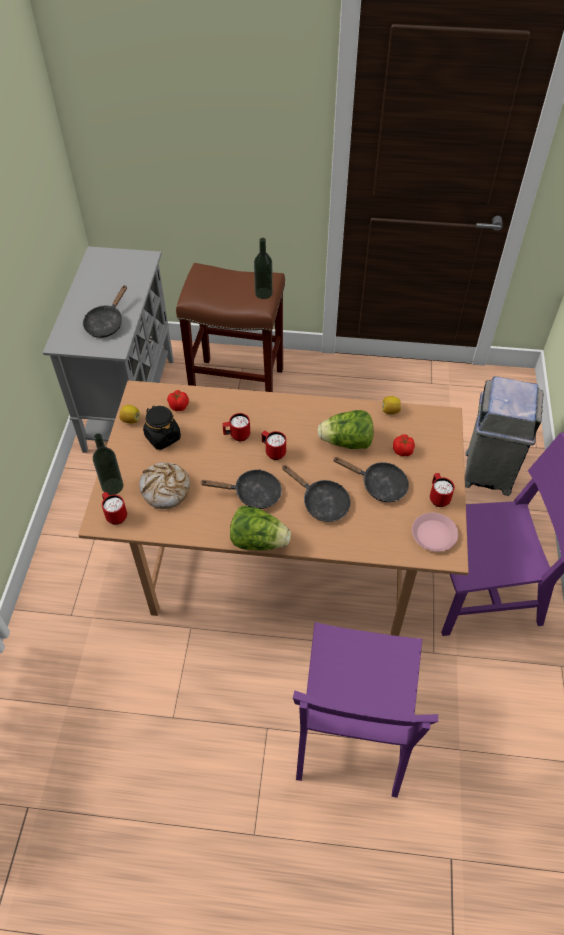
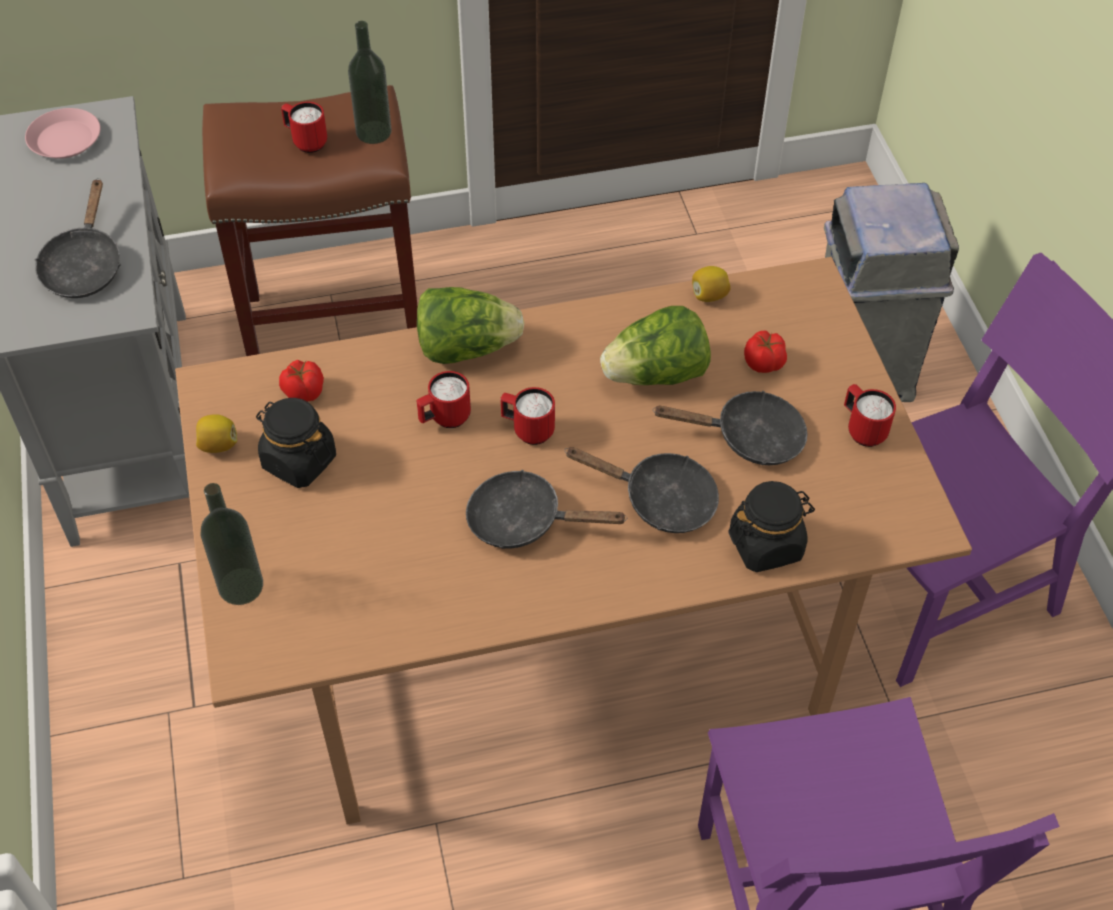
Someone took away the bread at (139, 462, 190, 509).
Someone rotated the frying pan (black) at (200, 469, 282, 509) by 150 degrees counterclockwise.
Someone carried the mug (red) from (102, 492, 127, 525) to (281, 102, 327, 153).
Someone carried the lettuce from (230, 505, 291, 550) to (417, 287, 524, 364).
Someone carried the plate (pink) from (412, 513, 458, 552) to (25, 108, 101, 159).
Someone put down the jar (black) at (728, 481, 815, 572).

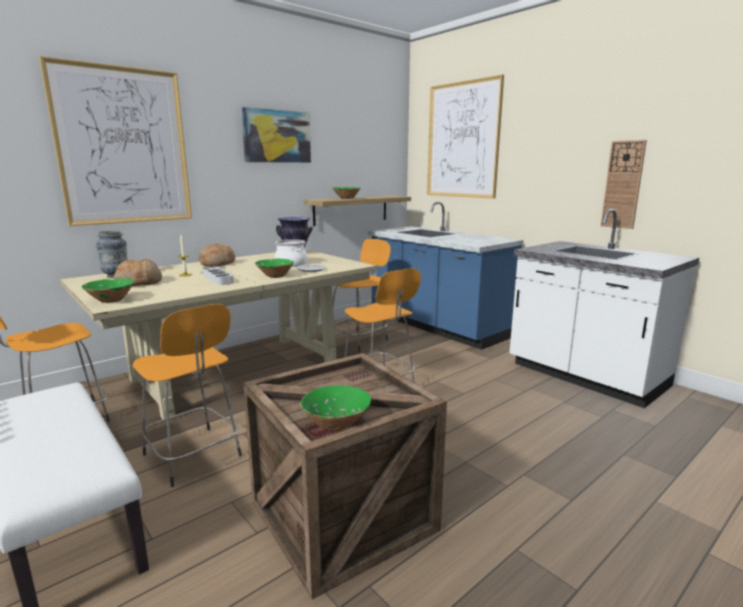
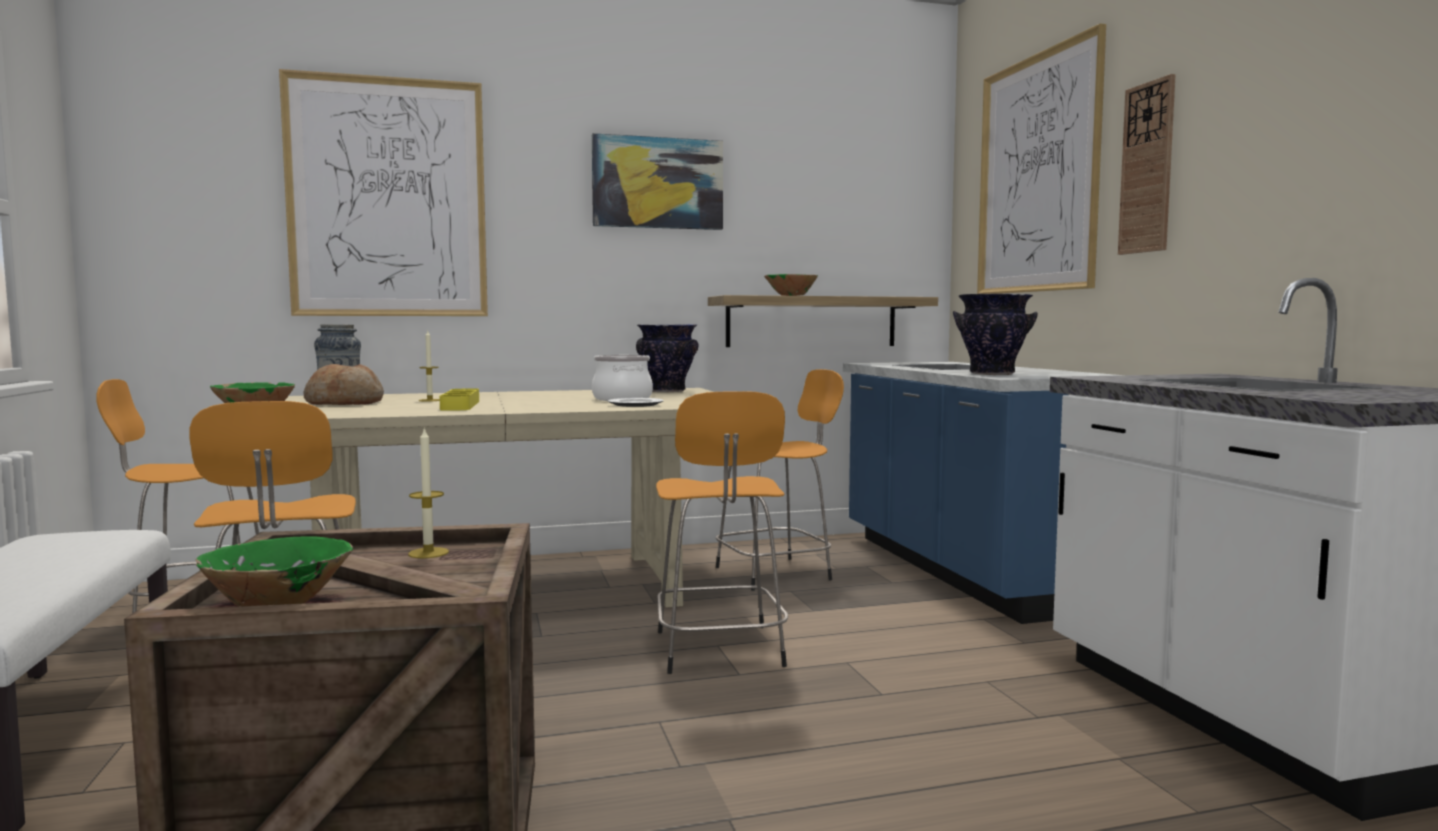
Someone carried the wall clock from (601, 140, 647, 229) to (1118, 74, 1176, 255).
Someone took away the bread at (198, 243, 235, 267).
Someone took away the bowl (green) at (255, 259, 294, 278).
Someone repainted the tray (grey) at (202, 266, 234, 285), which became the tray (yellow) at (439, 389, 479, 411).
Someone put down the vase at (953, 294, 1038, 375).
Someone put down the candle at (408, 427, 449, 558).

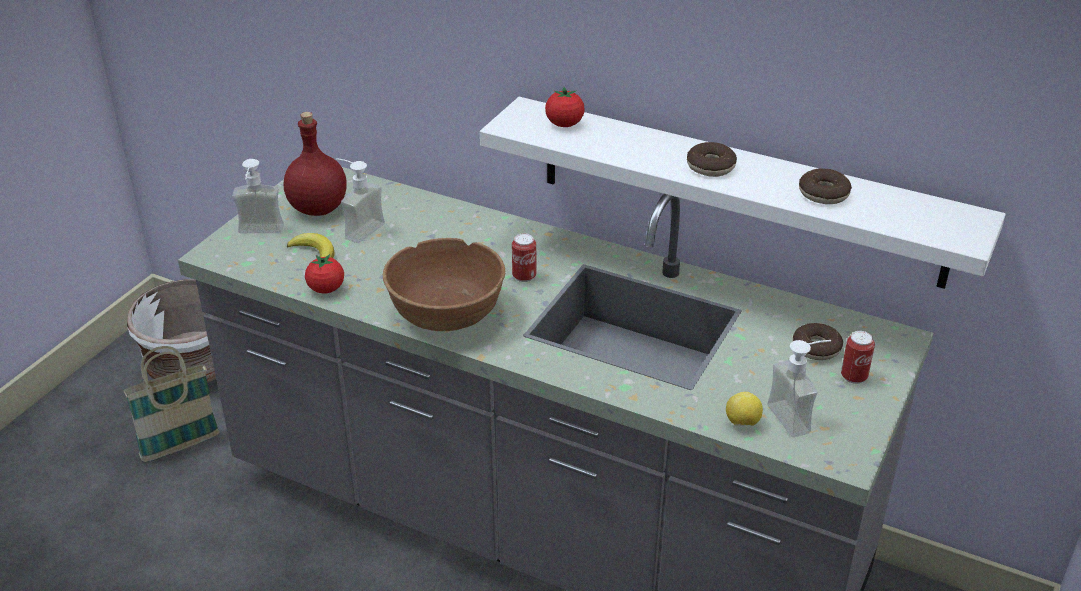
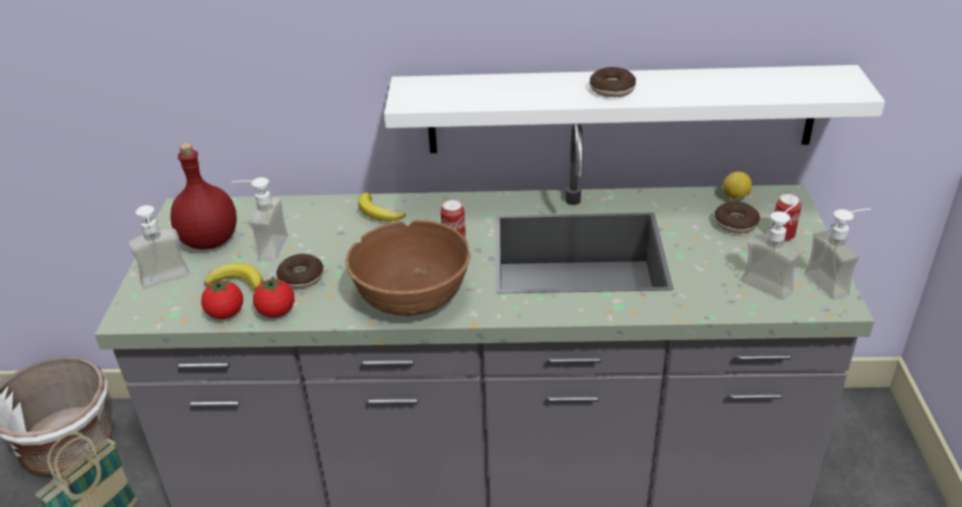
Someone carried the tomato from (545, 87, 585, 127) to (201, 278, 243, 319).
Someone carried the donut from (799, 168, 852, 204) to (276, 254, 323, 288).
Someone carried the lemon from (726, 392, 763, 426) to (722, 172, 752, 199).
Someone put down the banana at (358, 192, 406, 222).
Someone put down the soap dispenser at (805, 209, 871, 300).

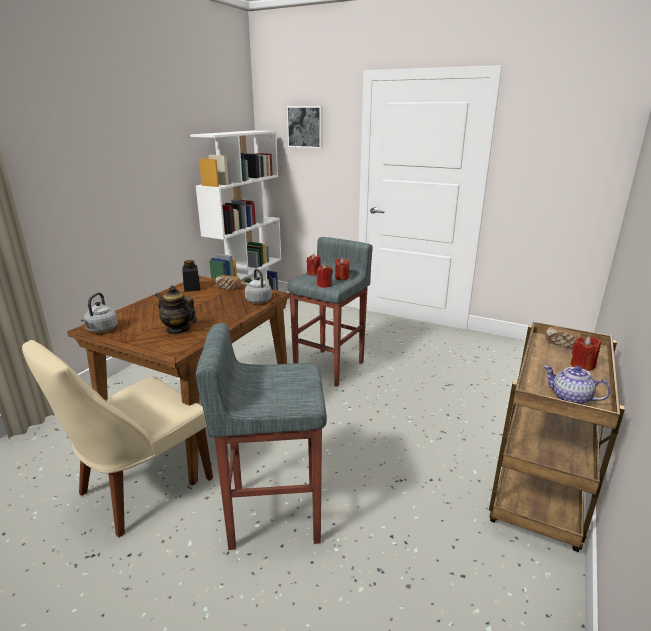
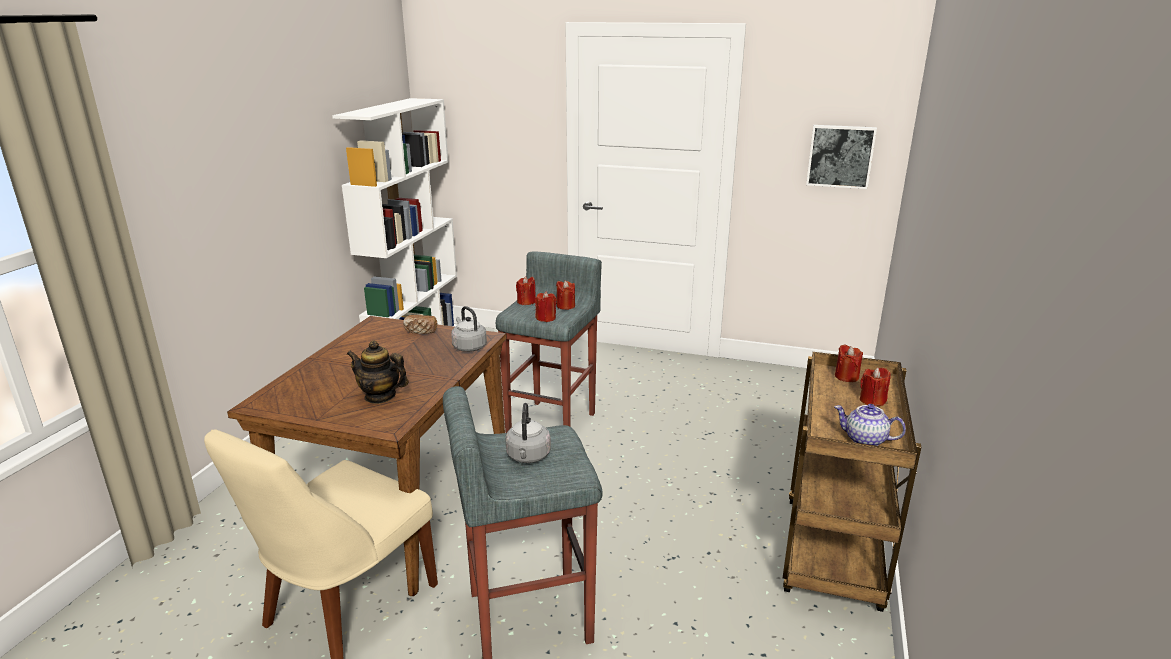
Someone carried the picture from (287, 106, 323, 148) to (806, 125, 877, 189).
Someone took away the jar (black) at (182, 260, 200, 292).
Someone carried the kettle (grey) from (81, 292, 118, 333) to (505, 403, 551, 463).
Someone swapped the bread at (545, 326, 581, 348) for the candle (red) at (835, 344, 863, 382).

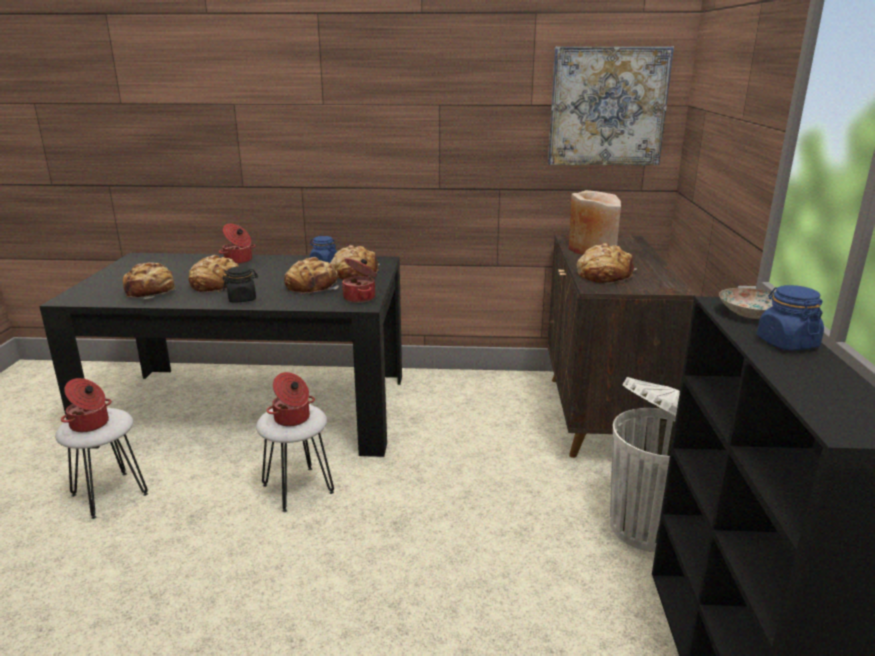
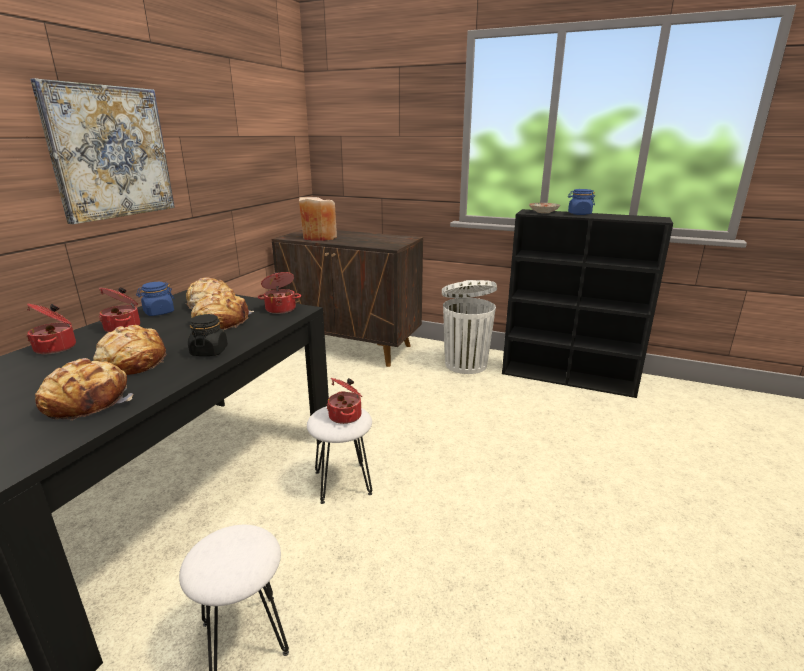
Someone carried the picture from (548, 47, 674, 166) to (30, 78, 175, 224).
Someone took away the bread at (577, 243, 637, 283).
Someone carried the cooking pot from (61, 378, 112, 432) to (98, 287, 140, 332).

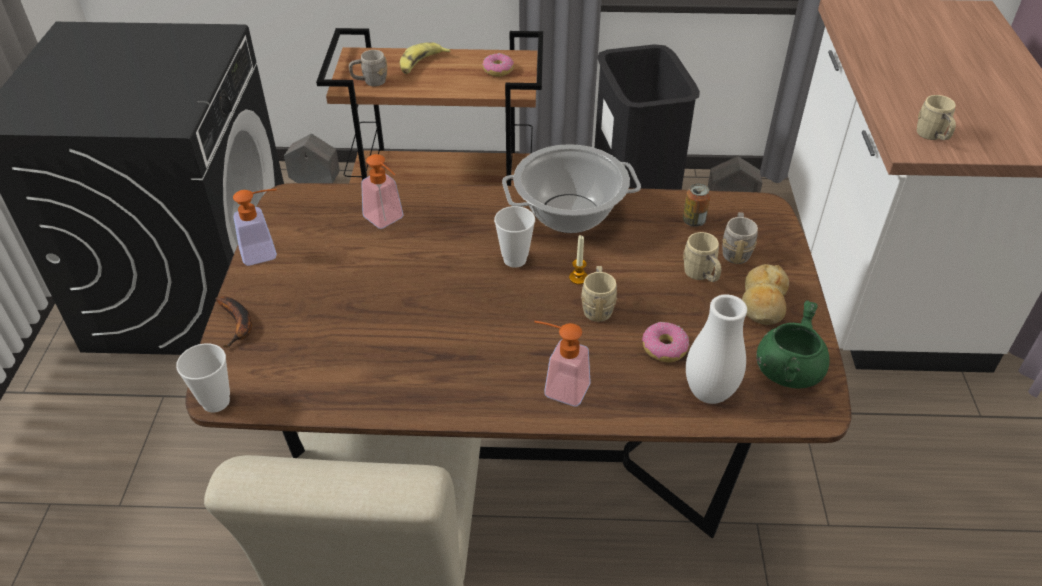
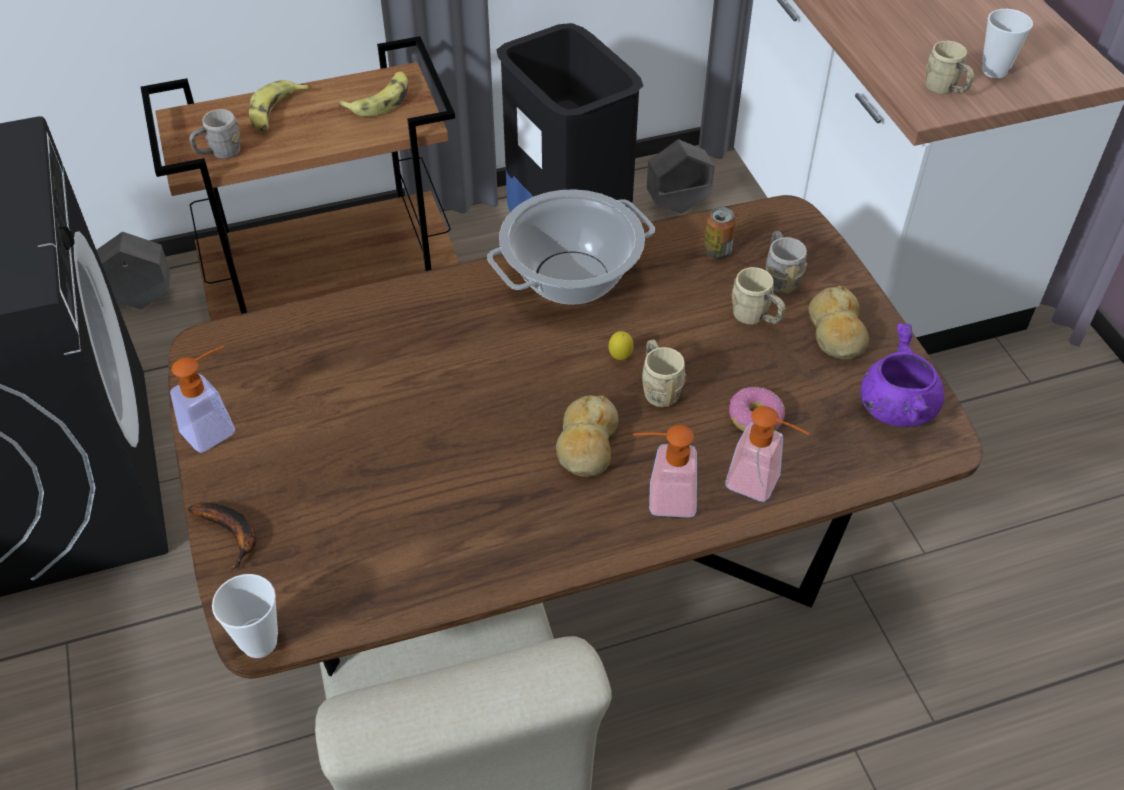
Someone swapped the donut at (482, 53, 514, 77) for the banana at (339, 71, 408, 116).
Someone carried the soap dispenser from (361, 154, 403, 229) to (725, 406, 809, 502).
Someone carried the cup from (494, 206, 535, 268) to (982, 9, 1033, 78).
Someone swapped the candle at (569, 235, 588, 284) for the lemon at (608, 331, 633, 360).
Someone took away the vase (white) at (686, 294, 747, 404).
Someone repainted the cooking pot (green) at (756, 300, 830, 389), which became the cooking pot (purple) at (860, 323, 944, 427).
Someone put down the bread at (556, 395, 619, 477).

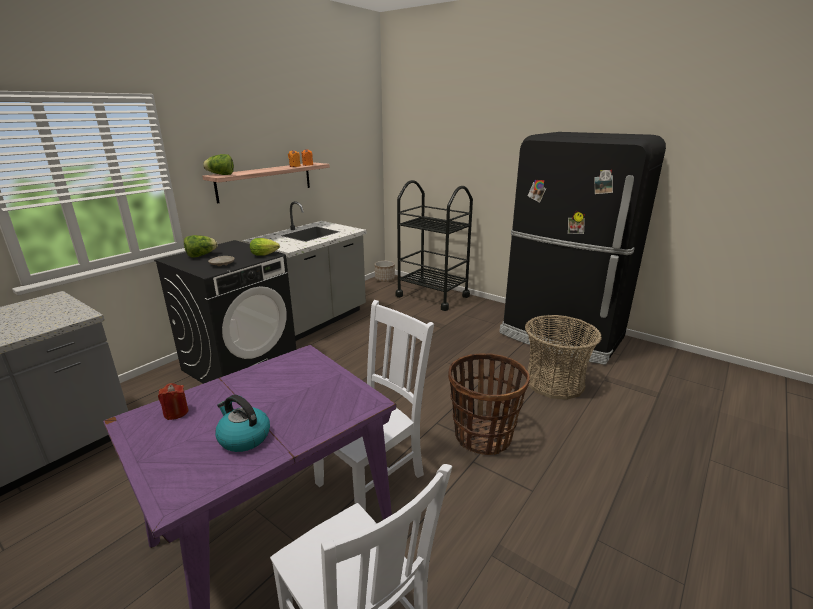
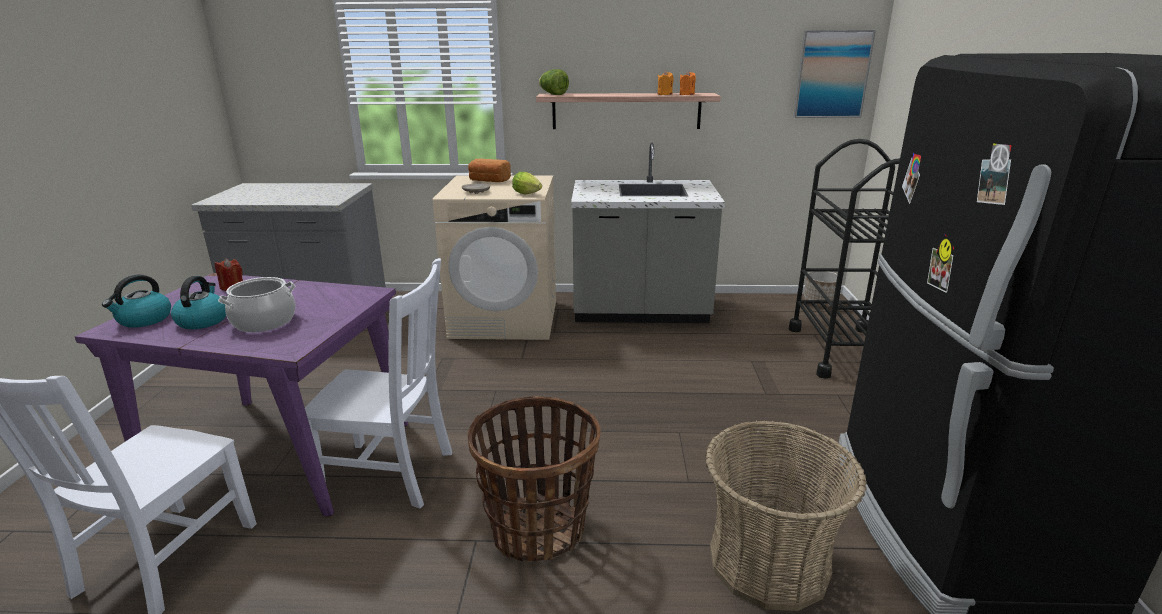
Someone swapped the lettuce at (184, 235, 218, 257) for the bread at (468, 159, 511, 182).
Someone repainted the washing machine (black) at (154, 240, 297, 384), which became the washing machine (beige) at (433, 176, 556, 340).
Someone put up the picture at (793, 30, 876, 118).
Someone put down the kettle at (102, 274, 171, 328).
Someone put down the cooking pot at (218, 277, 296, 332).

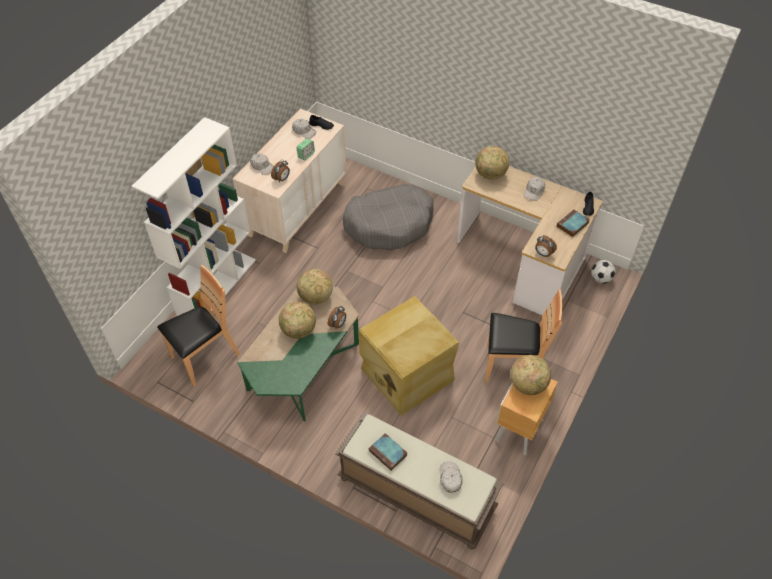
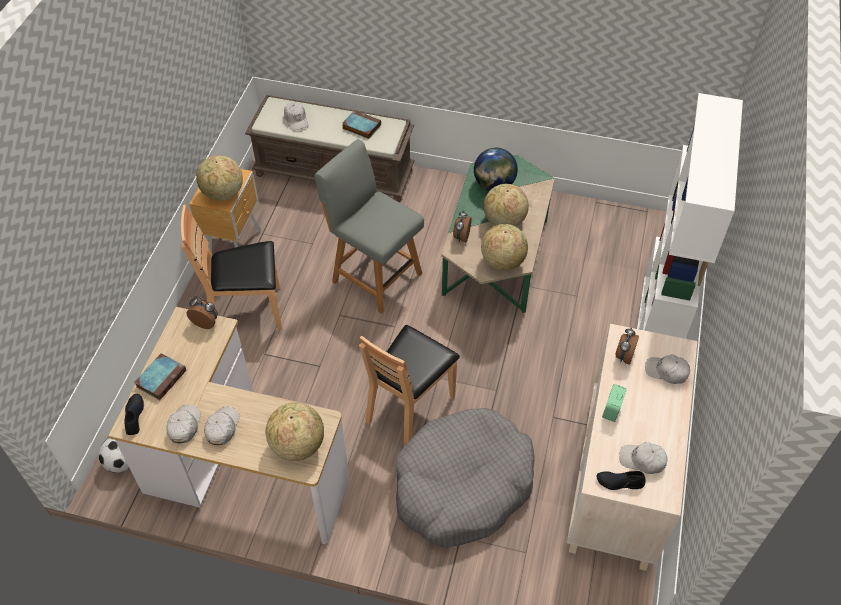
Someone carried the chair (brown) from (157, 265, 240, 386) to (359, 325, 460, 446).
Someone swapped the storage box (beige) at (359, 296, 459, 416) for the chair (grey) at (314, 139, 424, 314).
Someone put down the globe at (474, 148, 518, 191).
Someone put down the cap (white) at (166, 404, 201, 443).

